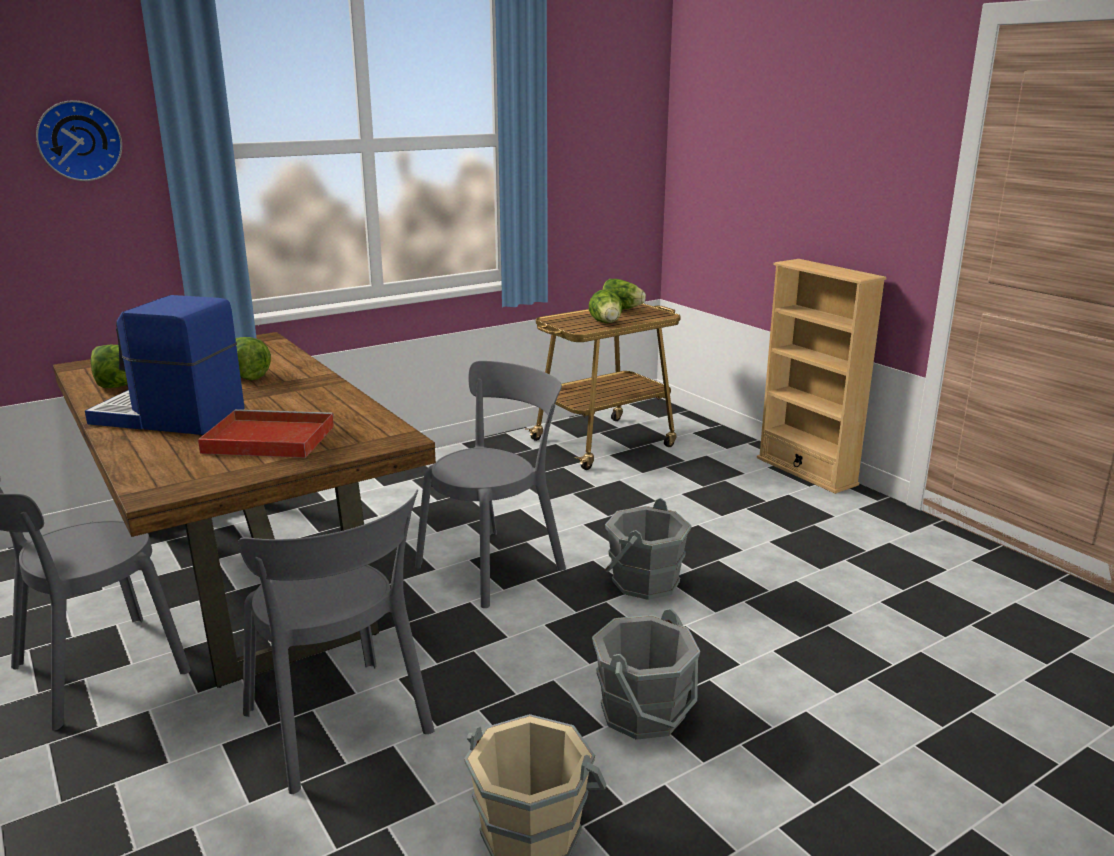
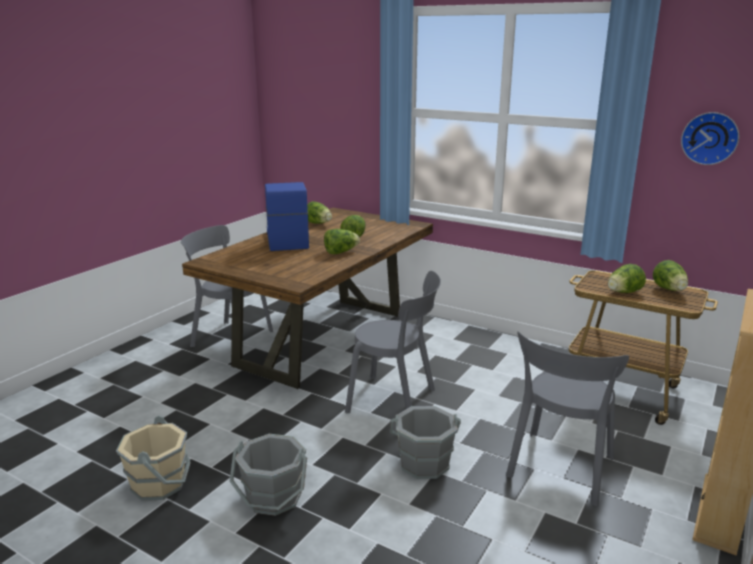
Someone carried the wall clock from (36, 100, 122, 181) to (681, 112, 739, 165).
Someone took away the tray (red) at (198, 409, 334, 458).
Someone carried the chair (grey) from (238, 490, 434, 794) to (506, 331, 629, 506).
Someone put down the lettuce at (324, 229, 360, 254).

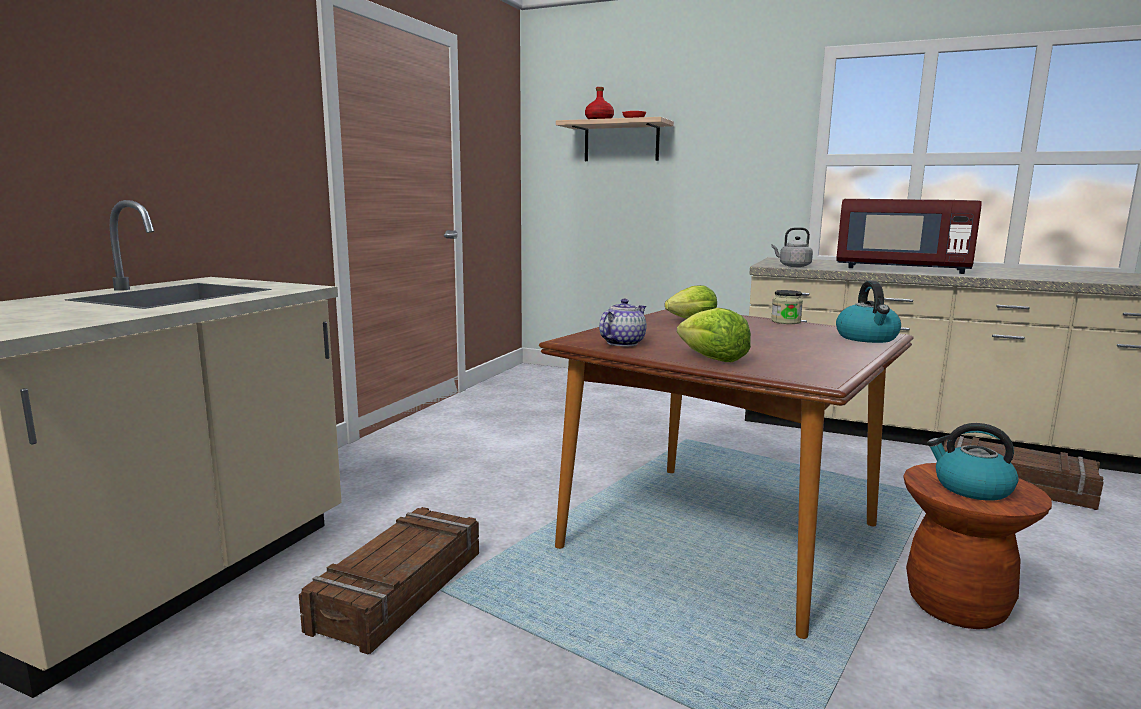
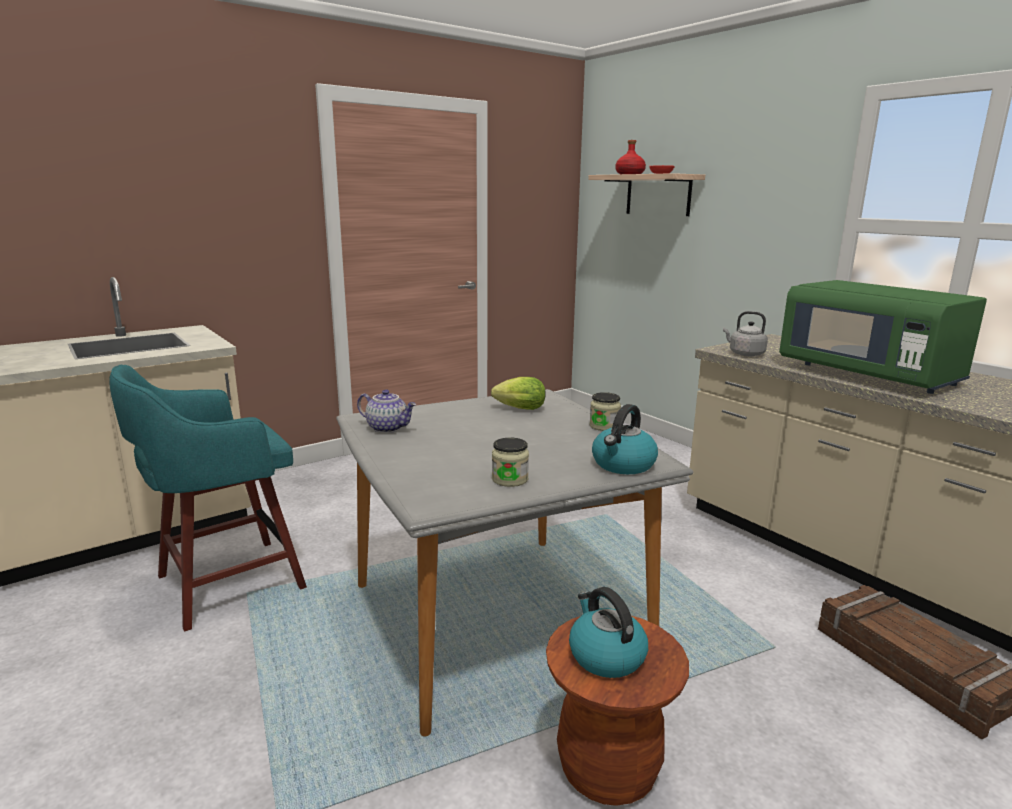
Someone repainted the microwave (red) at (837, 199, 982, 274), which became the microwave (green) at (779, 280, 987, 394).
Someone rotated the teapot at (599, 299, 647, 347) by 45 degrees clockwise.
Someone took away the lettuce at (677, 308, 751, 362).
Someone repainted the dining table (brown) at (539, 309, 914, 639), which became the dining table (grey) at (336, 389, 694, 736).
Someone swapped the crate at (299, 507, 479, 654) for the stool (turquoise) at (109, 365, 307, 631).
Someone put down the jar at (492, 438, 529, 487).

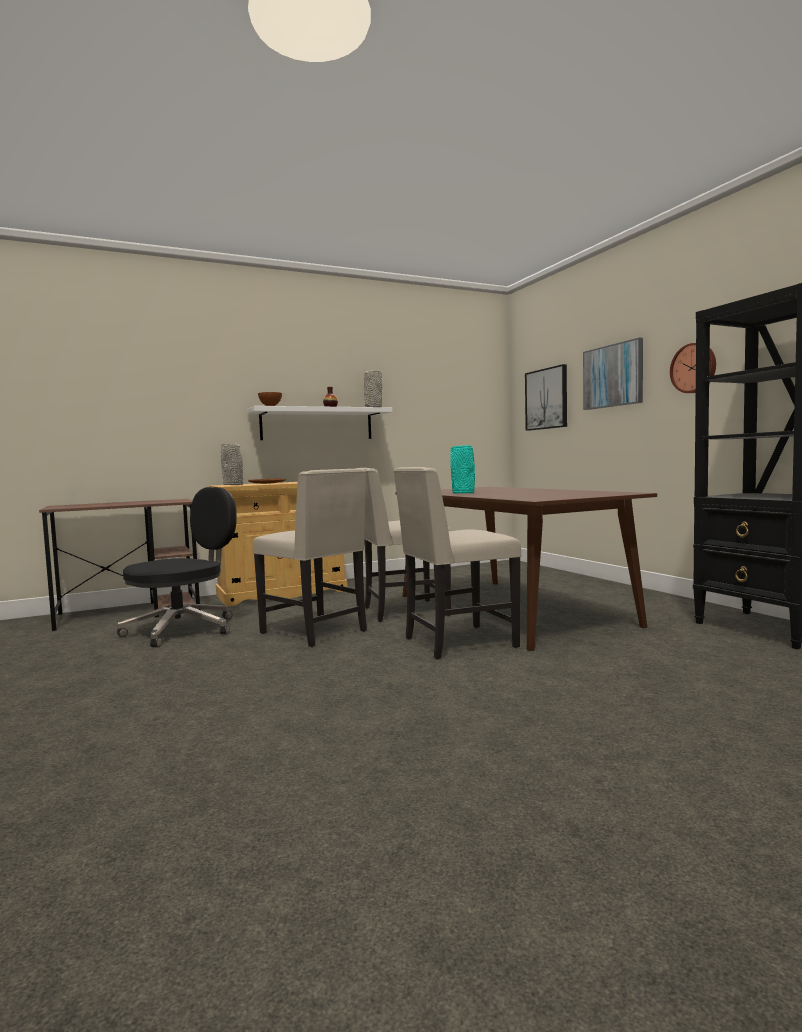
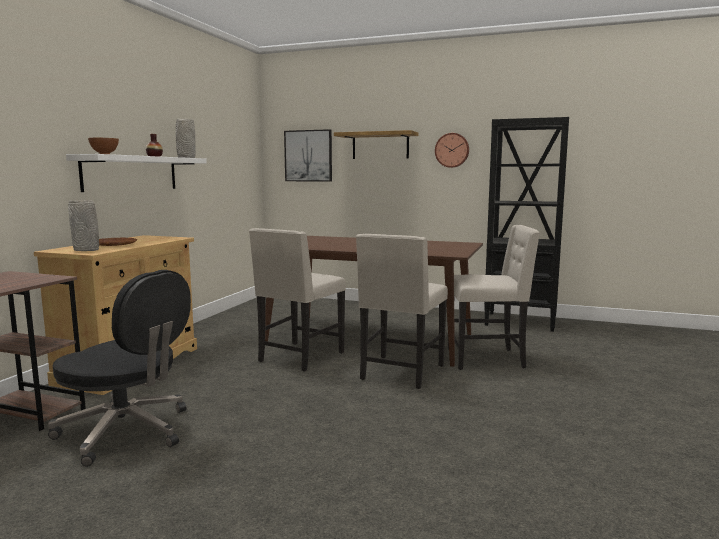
Someone swapped the picture at (583, 338, 643, 410) for the shelf at (334, 130, 418, 159).
Someone took away the vase (turquoise) at (450, 445, 475, 493).
Someone carried the chair (beige) from (253, 469, 367, 647) to (448, 225, 540, 370).
Someone rotated the office chair (black) at (117, 487, 237, 647) by 120 degrees clockwise.

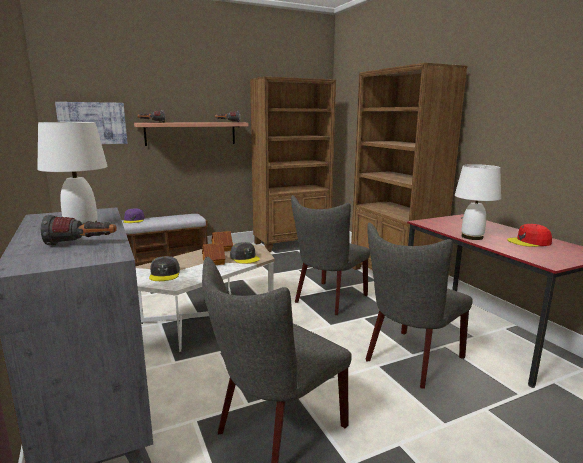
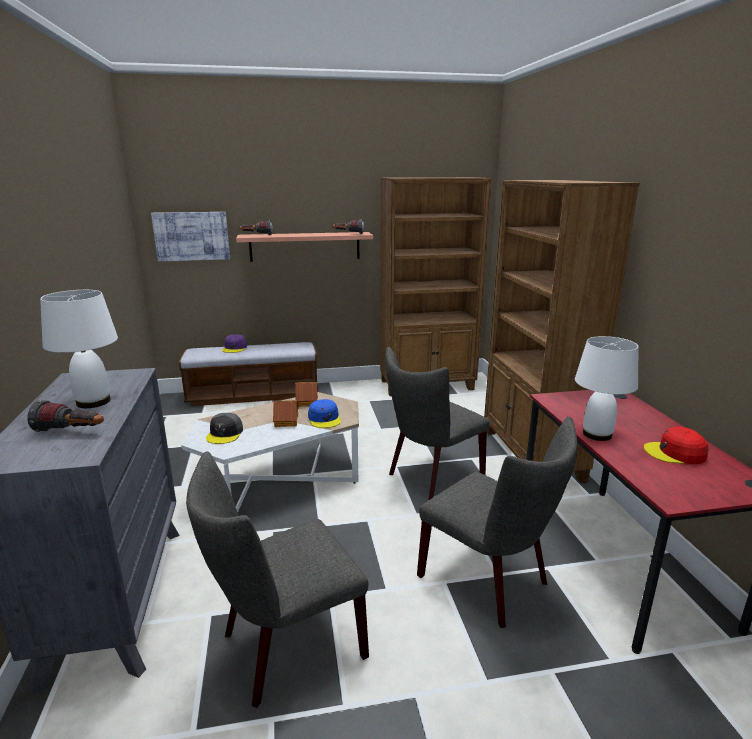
Someone rotated the chair (grey) at (365, 222, 473, 389) by 105 degrees counterclockwise.
Someone repainted the cap (grey) at (230, 242, 260, 264), which became the cap (blue) at (308, 399, 341, 428).

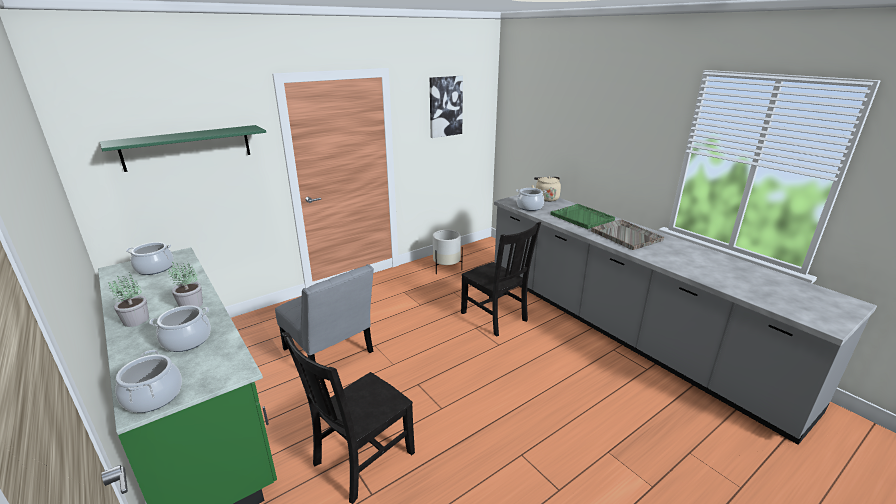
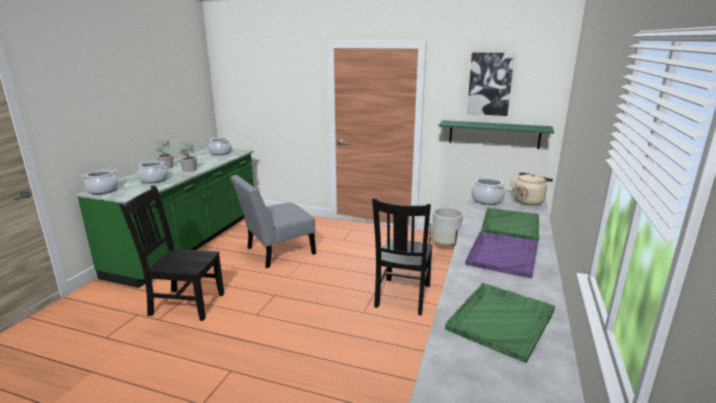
Someone carried the shelf (green) from (100, 125, 266, 172) to (438, 120, 554, 149).
Someone repainted the tray (grey) at (591, 219, 664, 250), which became the tray (purple) at (466, 232, 538, 278).
Someone rotated the chair (grey) at (275, 264, 374, 362) by 45 degrees clockwise.
Someone put down the tray (green) at (445, 283, 555, 363).

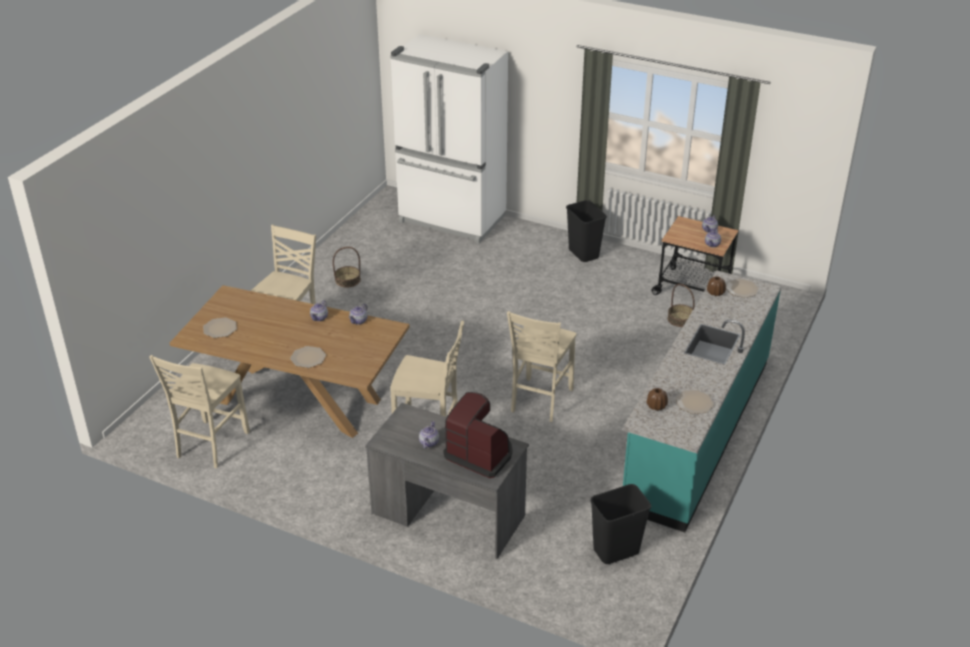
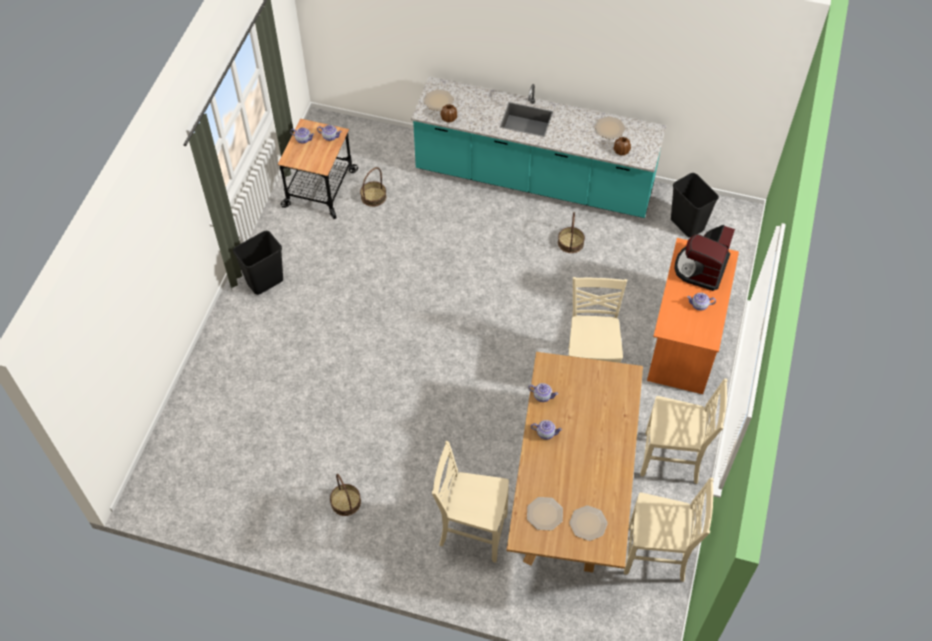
Someone took away the fridge (white) at (390, 34, 508, 243).
Someone carried the chair (beige) from (507, 311, 577, 422) to (640, 378, 727, 484).
Someone carried the plate from (290, 346, 326, 368) to (527, 497, 563, 530).
Someone repainted the desk (grey) at (365, 403, 529, 559), which became the desk (orange) at (647, 238, 739, 394).
Someone put down the basket at (558, 212, 585, 253).

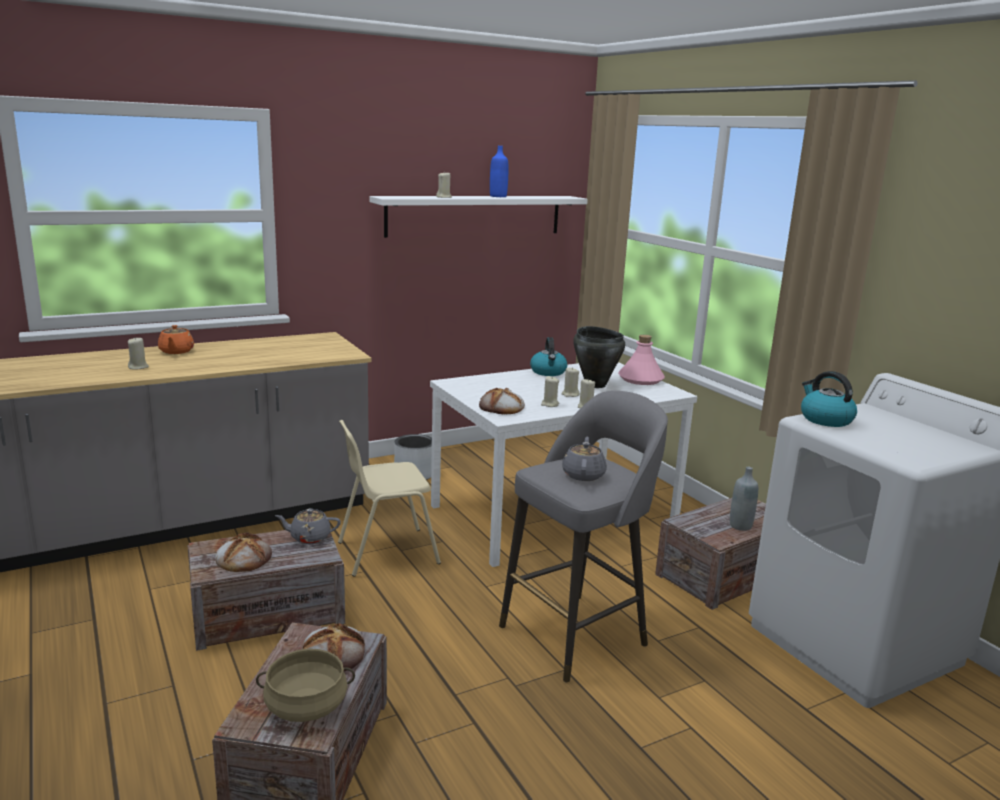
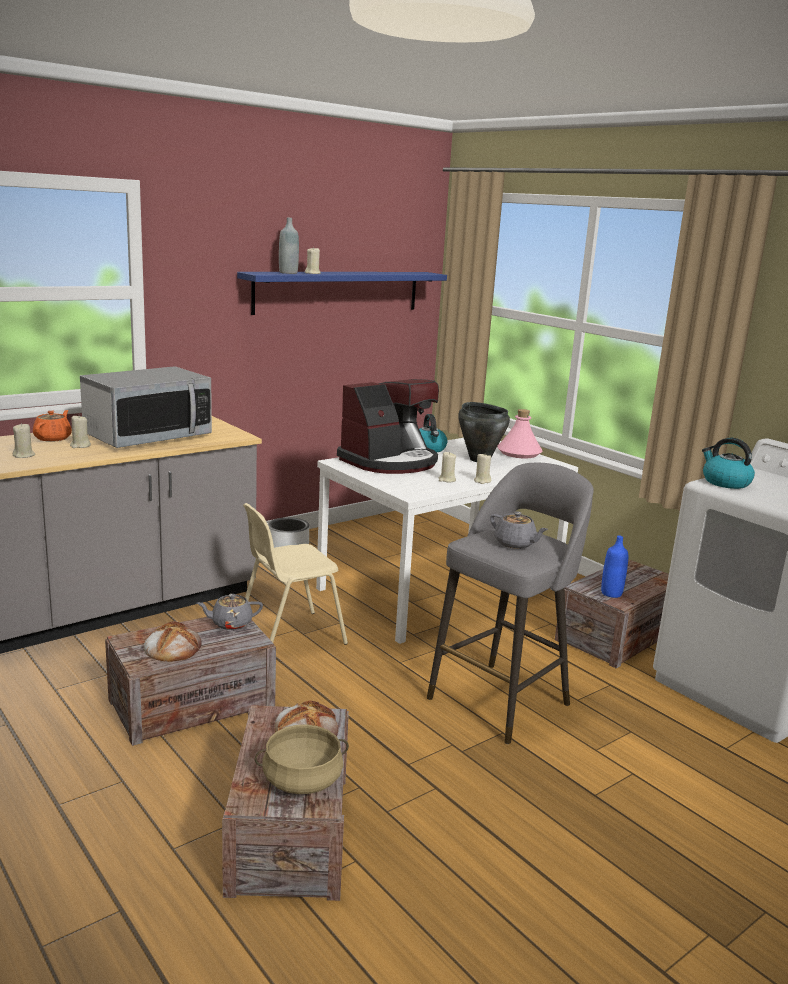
Someone carried the bottle (blue) from (490, 146, 508, 197) to (601, 536, 628, 598).
Someone repainted the shelf (white) at (369, 196, 588, 238), which became the shelf (blue) at (237, 272, 447, 315).
Someone rotated the teapot (orange) at (158, 325, 194, 354) by 150 degrees counterclockwise.
Someone carried the candle (beige) from (562, 367, 580, 397) to (70, 416, 91, 448).
Someone took away the bread at (479, 388, 525, 414).
Someone rotated the teapot (grey) at (562, 437, 607, 481) by 135 degrees clockwise.
Someone carried the bottle (grey) from (730, 467, 758, 531) to (279, 218, 299, 274).
Someone put down the microwave at (80, 366, 212, 448).
Someone put down the coffee machine at (337, 379, 439, 474).

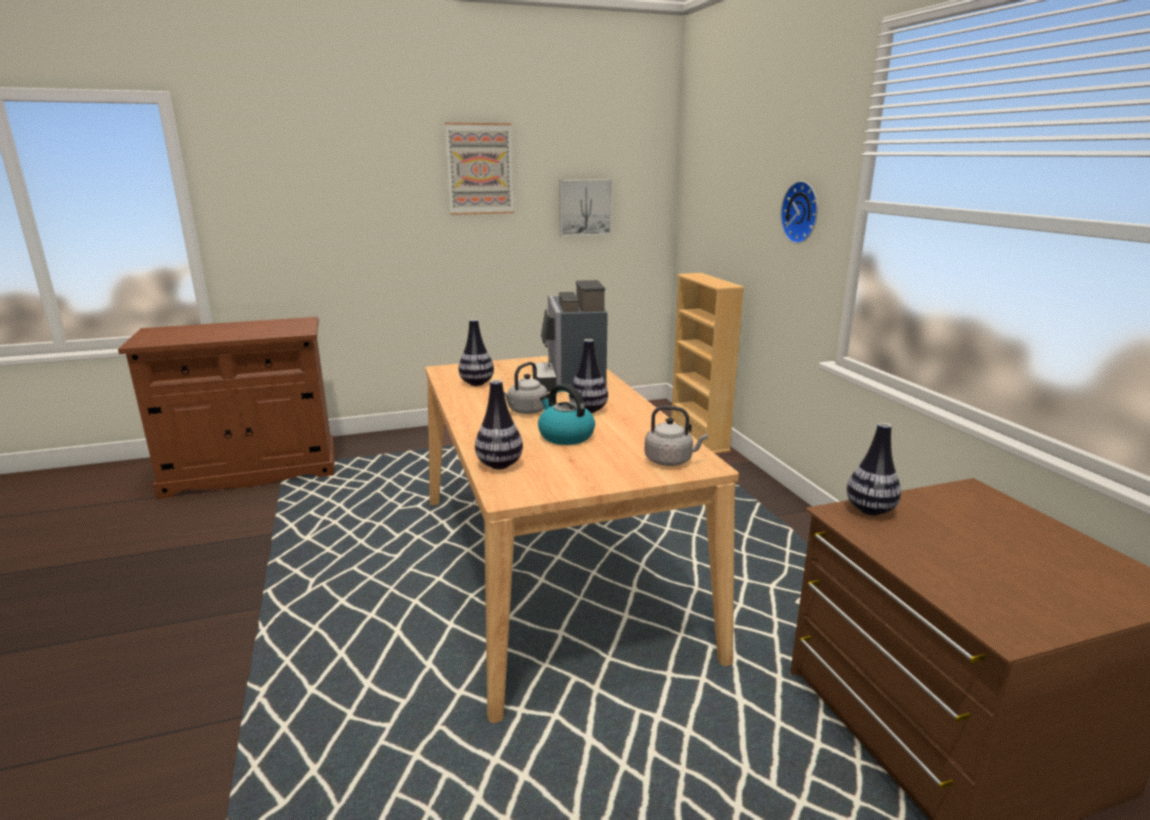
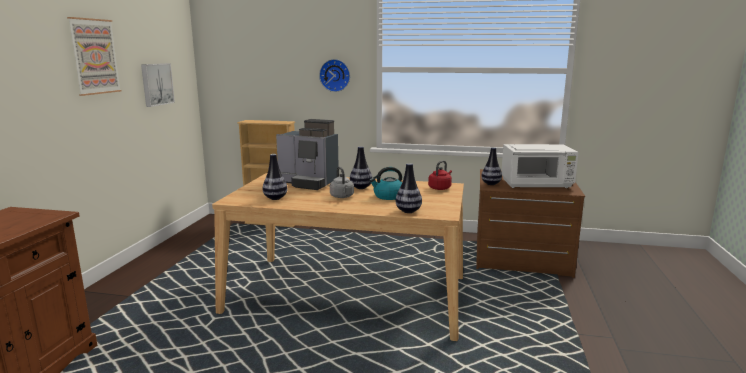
Someone repainted the kettle (grey) at (645, 406, 708, 466), which became the kettle (red) at (428, 160, 452, 190).
Someone put down the microwave (white) at (501, 144, 579, 188).

